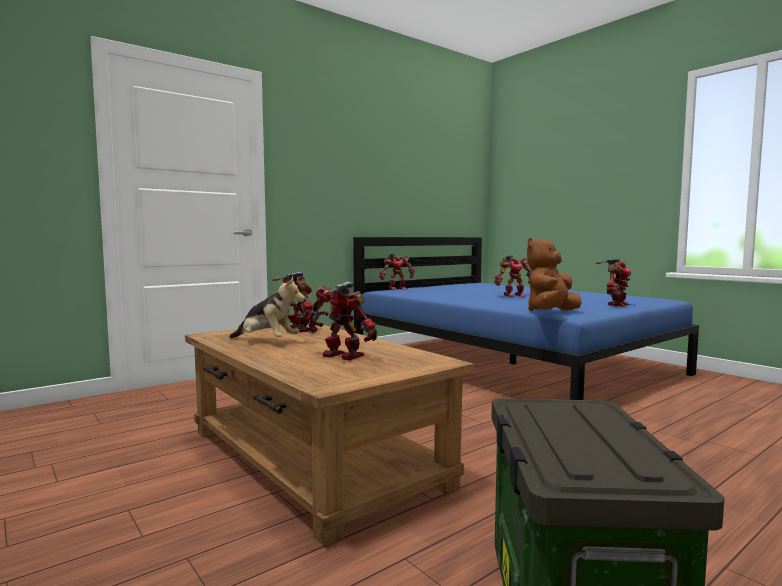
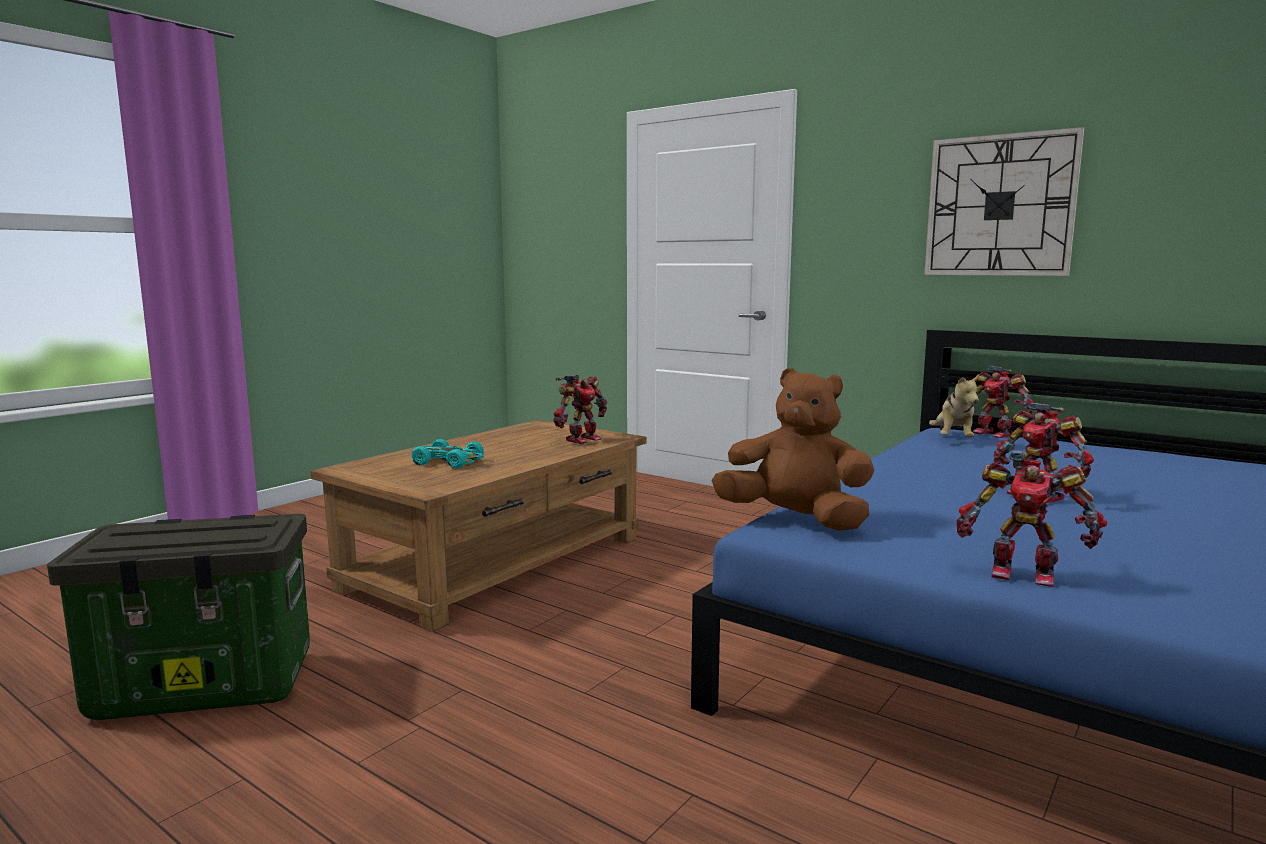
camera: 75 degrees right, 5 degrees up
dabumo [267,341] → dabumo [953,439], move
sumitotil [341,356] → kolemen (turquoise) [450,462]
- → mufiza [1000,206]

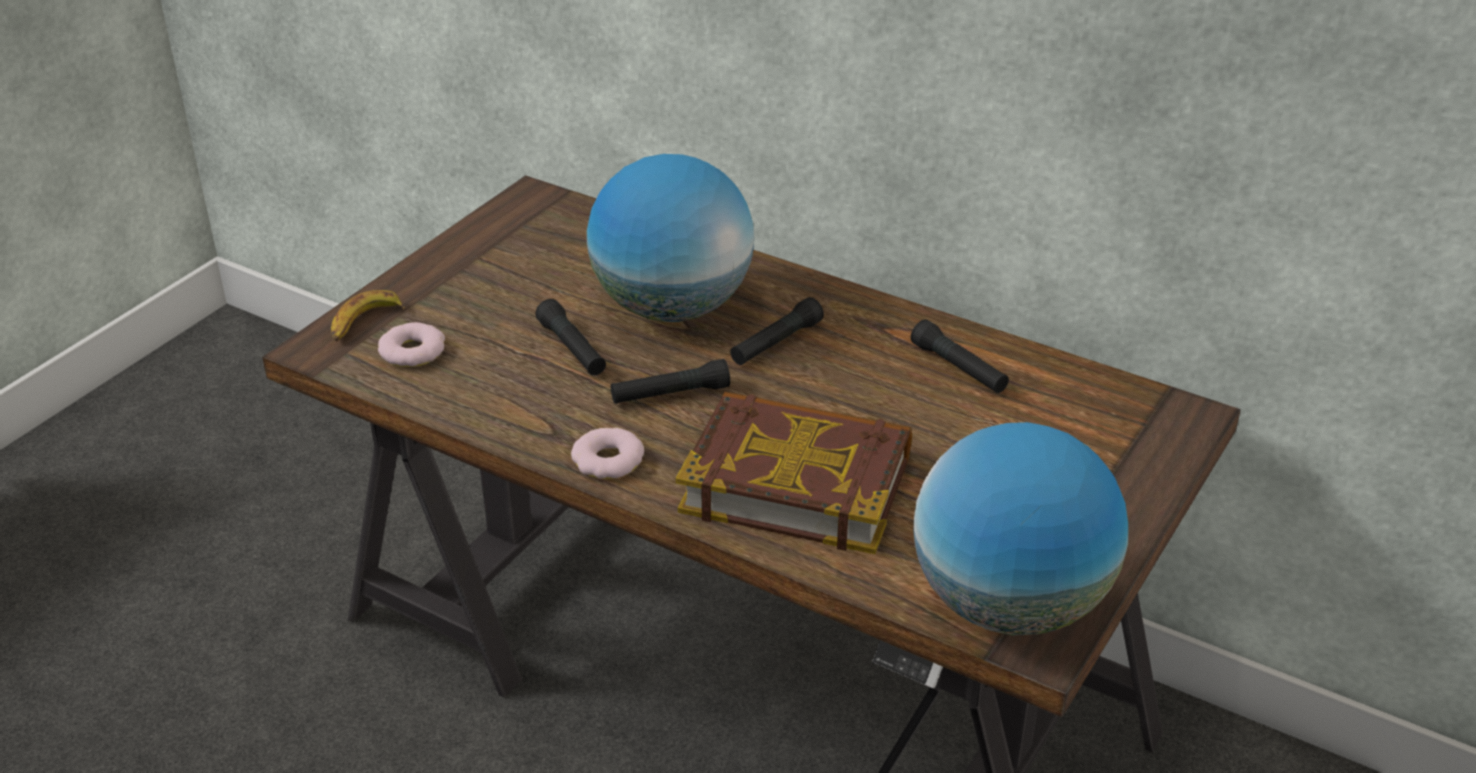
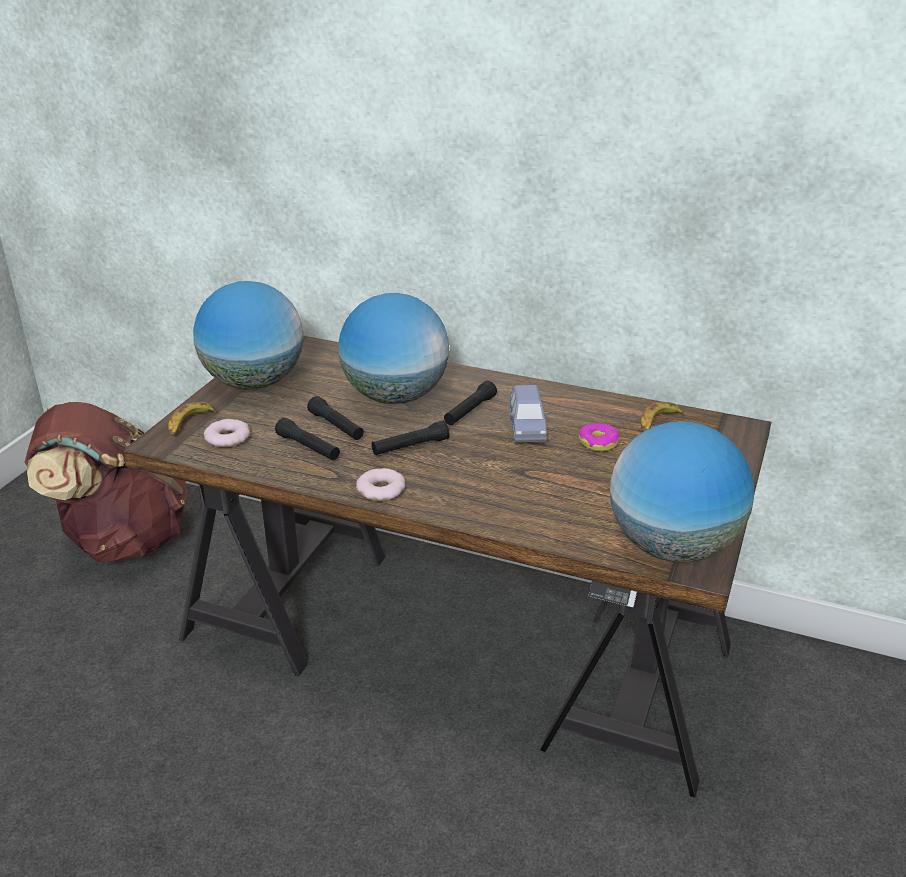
camera: 10 degrees left, 5 degrees down
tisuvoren [797,482] → -
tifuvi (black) [959,368] → tifuvi (black) [308,448], move
- → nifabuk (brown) [121,539]
- → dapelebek [254,382]
- → kolemen (blue) [526,429]
- → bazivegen [598,443]
- → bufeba [657,423]

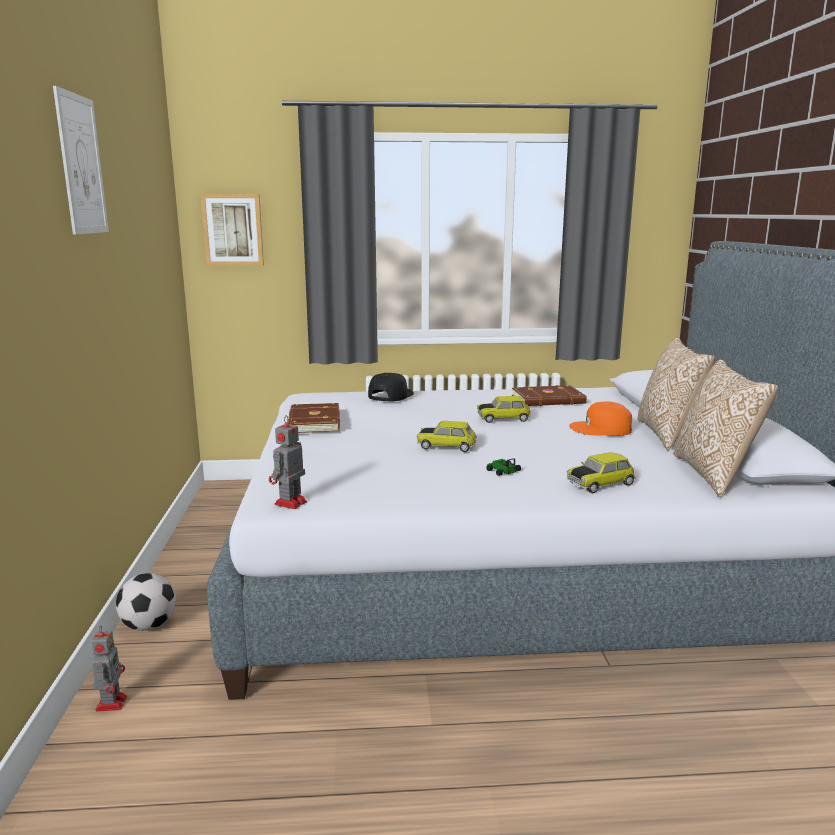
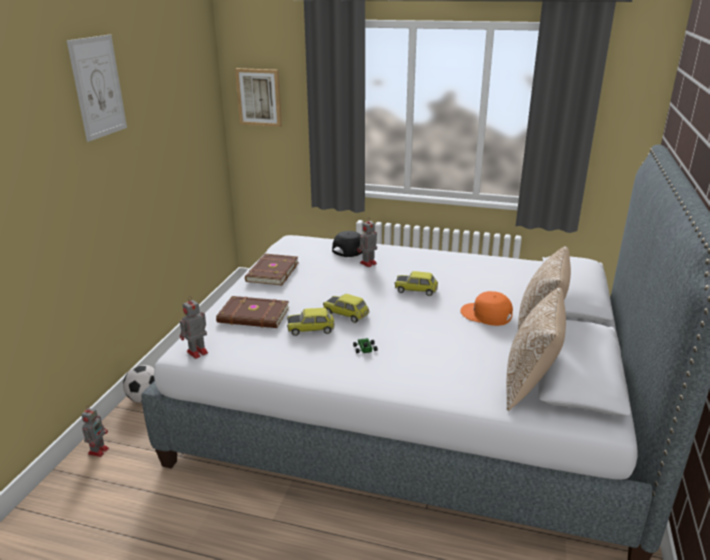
camera: 20 degrees right, 10 degrees up
tisuvoren (brown) [548,400] → tisuvoren (brown) [253,316], move
kolemen [600,483] → kolemen [311,328], move
- → sumitotil [367,263]

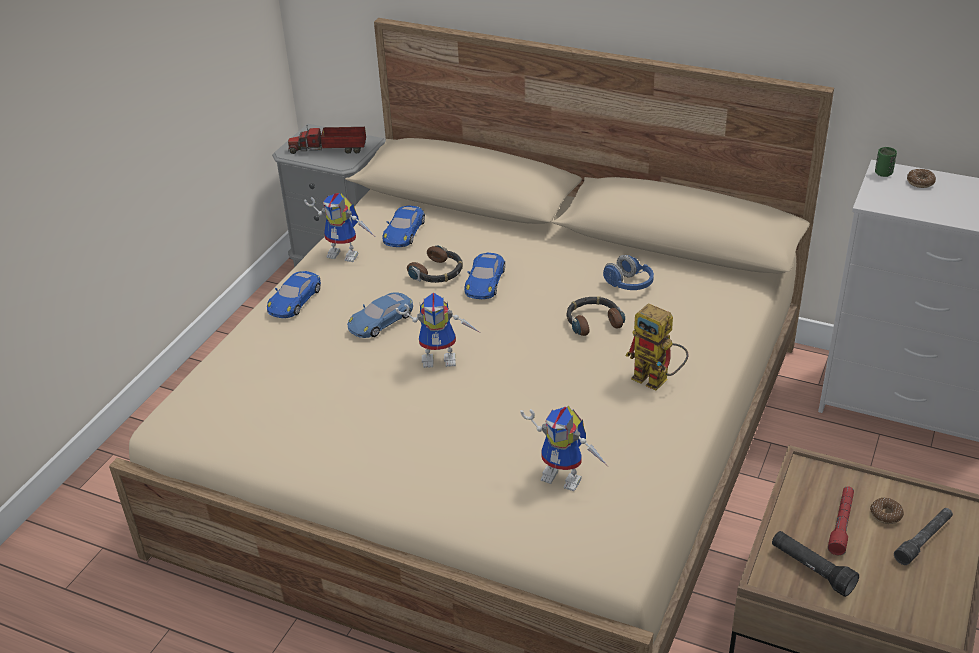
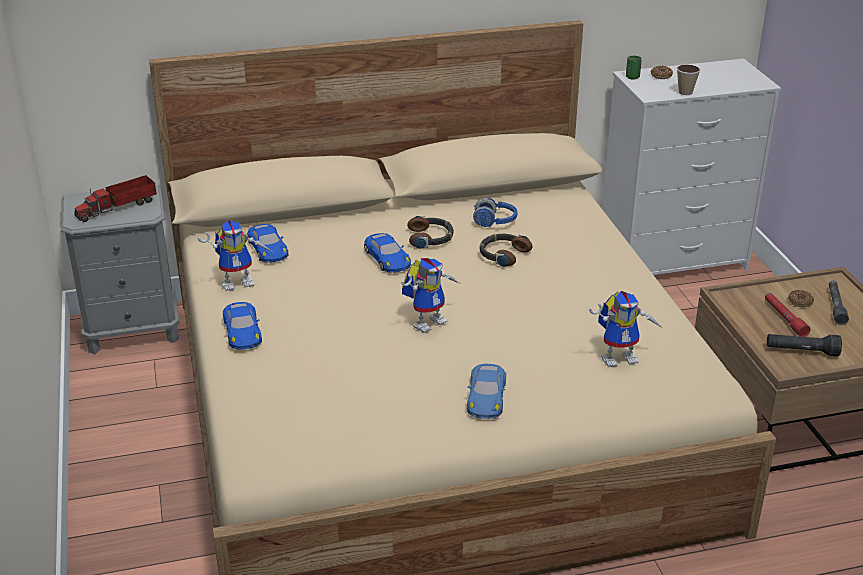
camera: 40 degrees left, 5 degrees down
kolemen (blue) [381,320] → kolemen (blue) [486,396], move
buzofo [437,272] → buzofo [430,238], move
sumitotil [657,380] → -
- → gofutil [685,92]

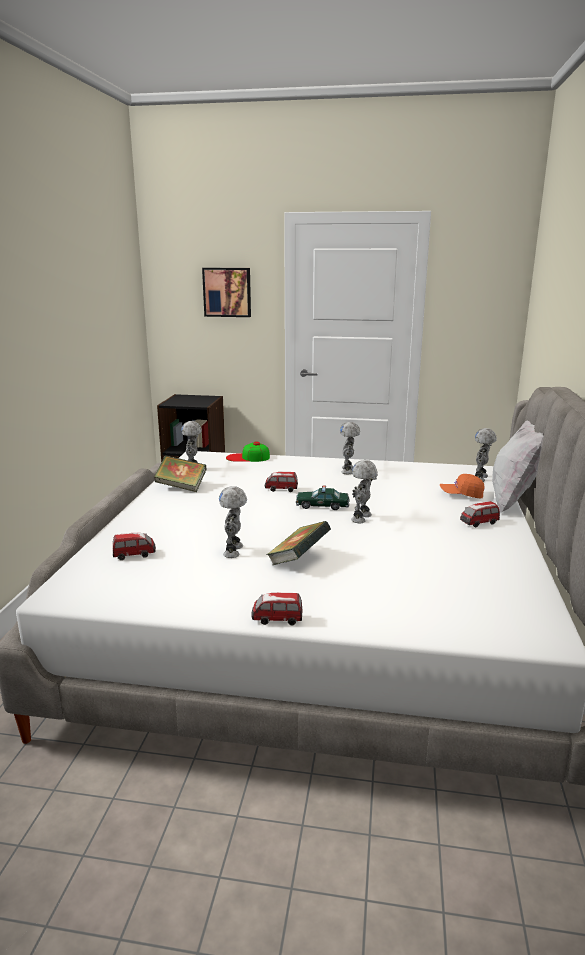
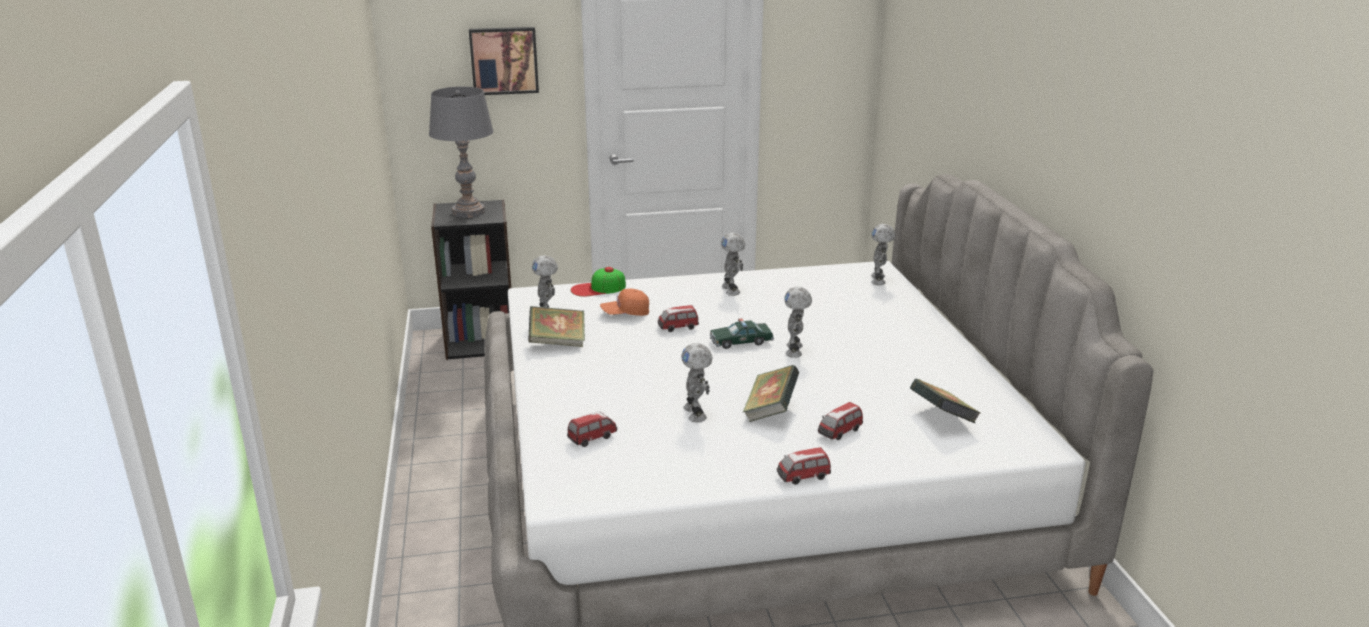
camera: 20 degrees left, 5 degrees up
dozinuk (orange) [461,495] → dozinuk (orange) [625,313], move
kolemen [479,523] → kolemen [840,432], move
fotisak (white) [512,501] → -
- → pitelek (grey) [468,212]
- → tisuvoren [942,419]

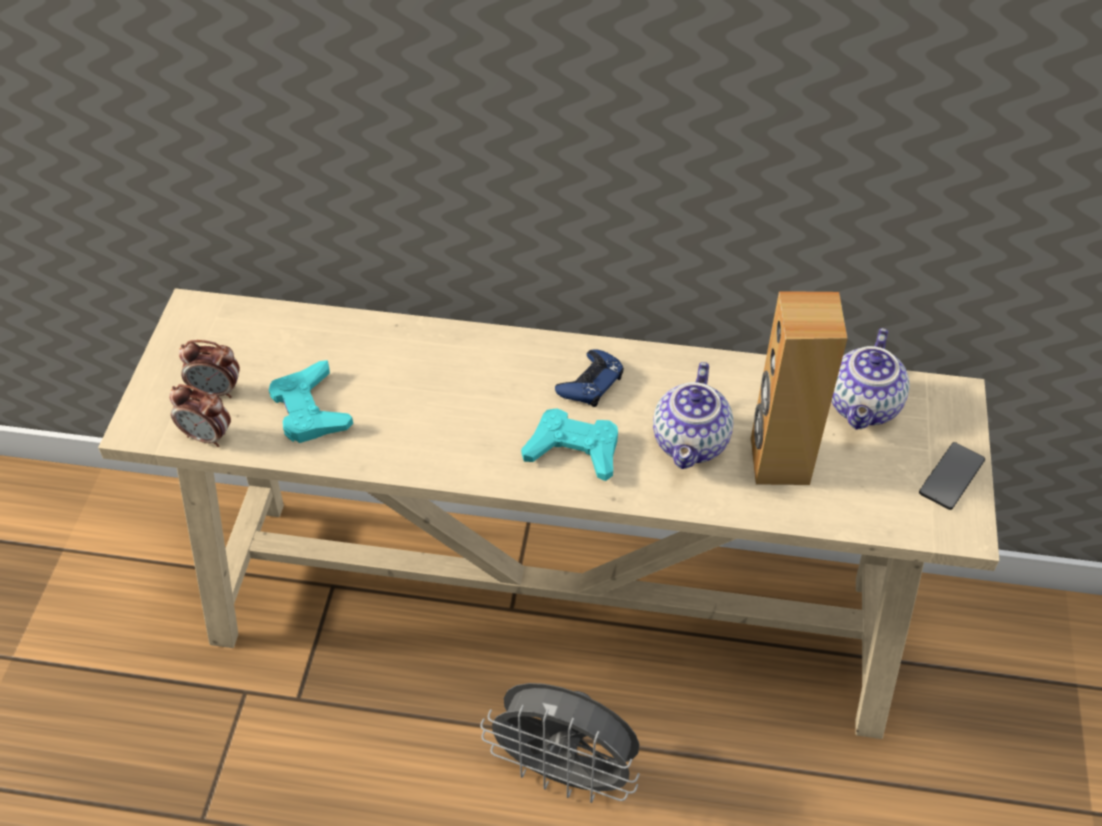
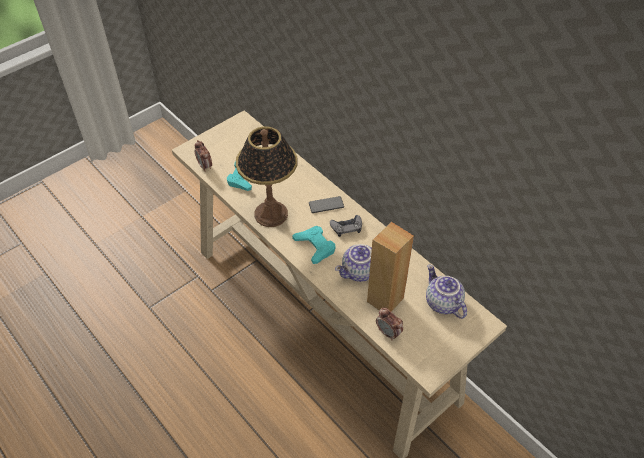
camera: 40 degrees right, 0 degrees up
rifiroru [217,391] → rifiroru [388,333], move
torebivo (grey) [565,772] → -
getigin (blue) [590,383] → getigin (grey) [346,227]
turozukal [864,407] → turozukal [442,303], 90 degrees clockwise
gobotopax [951,477] → gobotopax [326,205], move
- → pitelek [271,214]

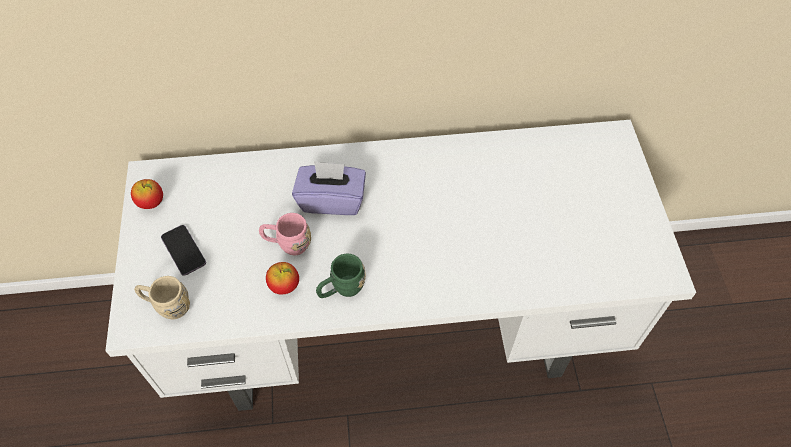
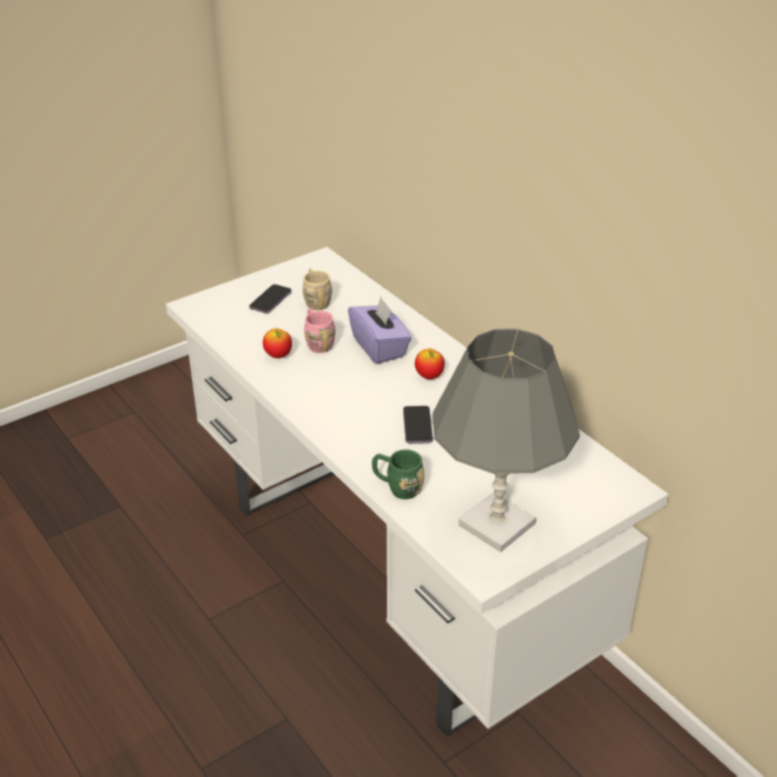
camera: 60 degrees right, 20 degrees down
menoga [151,203] → menoga [429,376], move
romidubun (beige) [167,306] → romidubun (beige) [316,301], move
romidubun (green) [341,289] → romidubun (green) [397,487], move
- → gobotopax [417,426]
- → pitelek (grey) [497,524]

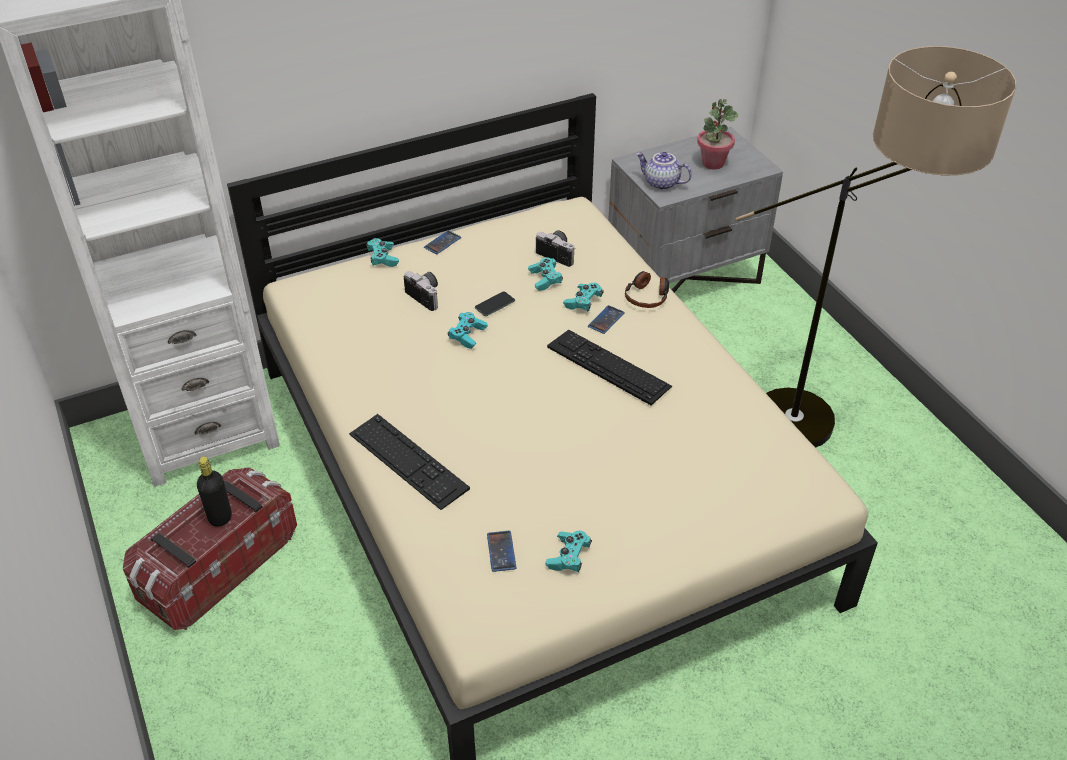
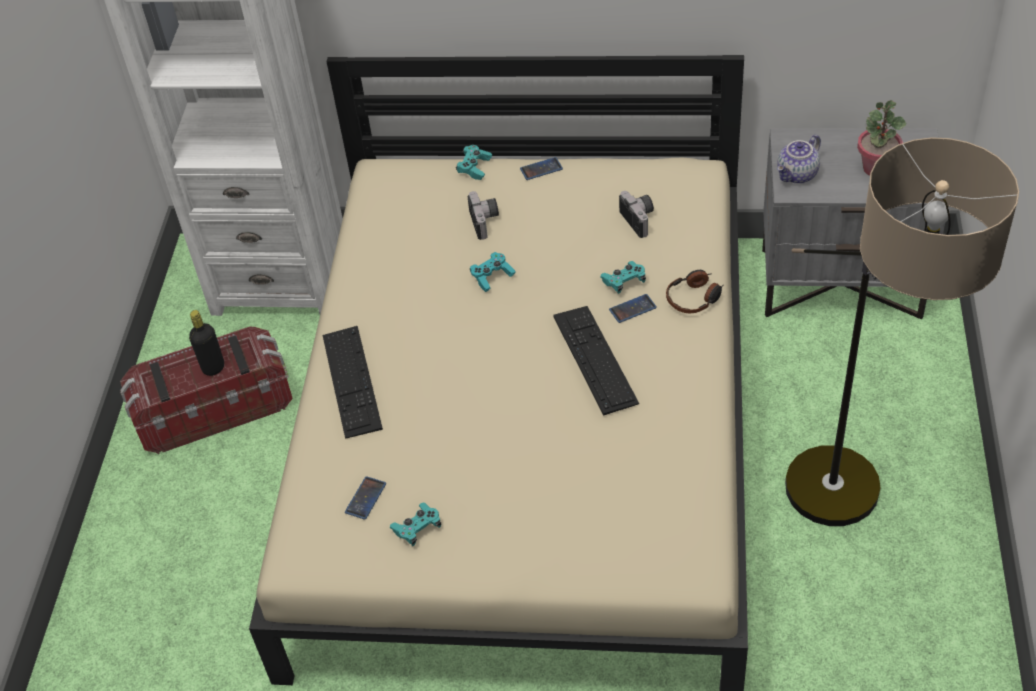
camera: 35 degrees right, 5 degrees up
gobotopax [495,304] → -
getigin (turquoise) [545,279] → -
turozukal [661,183] → turozukal [798,175], 105 degrees counterclockwise

